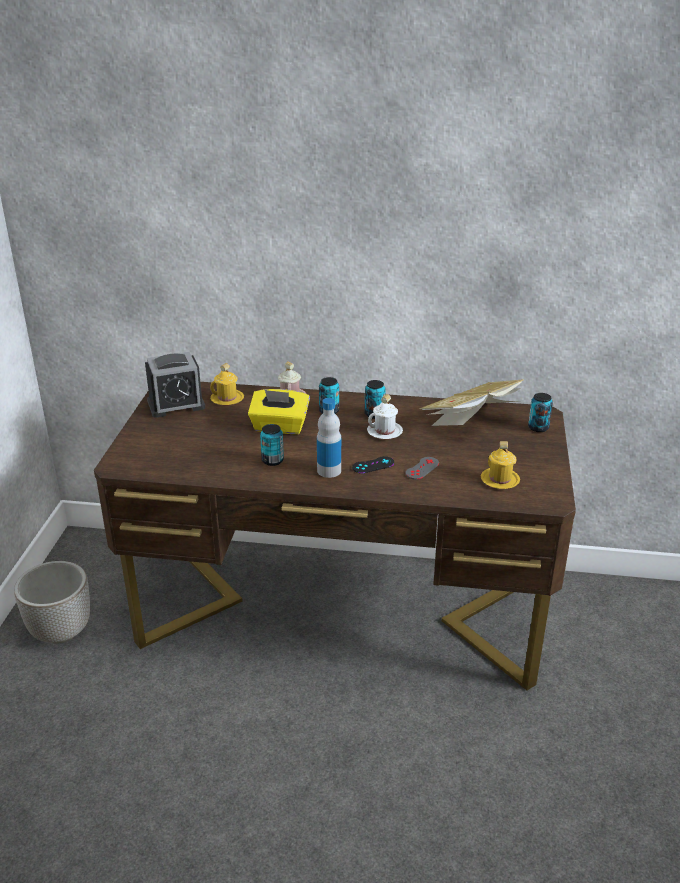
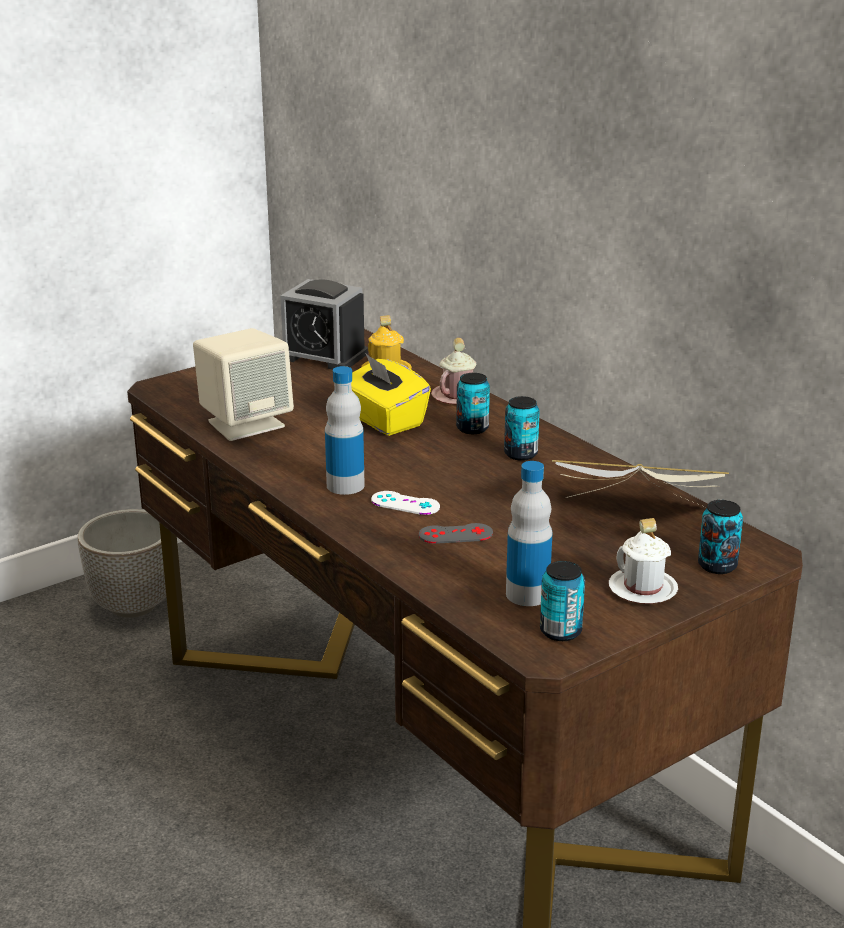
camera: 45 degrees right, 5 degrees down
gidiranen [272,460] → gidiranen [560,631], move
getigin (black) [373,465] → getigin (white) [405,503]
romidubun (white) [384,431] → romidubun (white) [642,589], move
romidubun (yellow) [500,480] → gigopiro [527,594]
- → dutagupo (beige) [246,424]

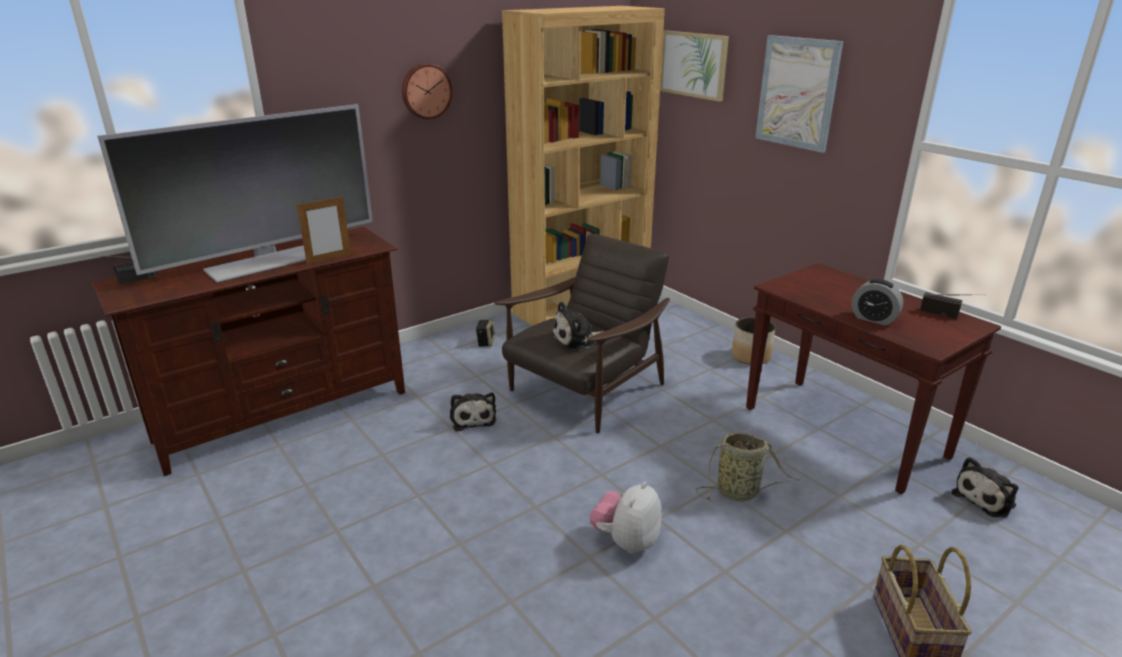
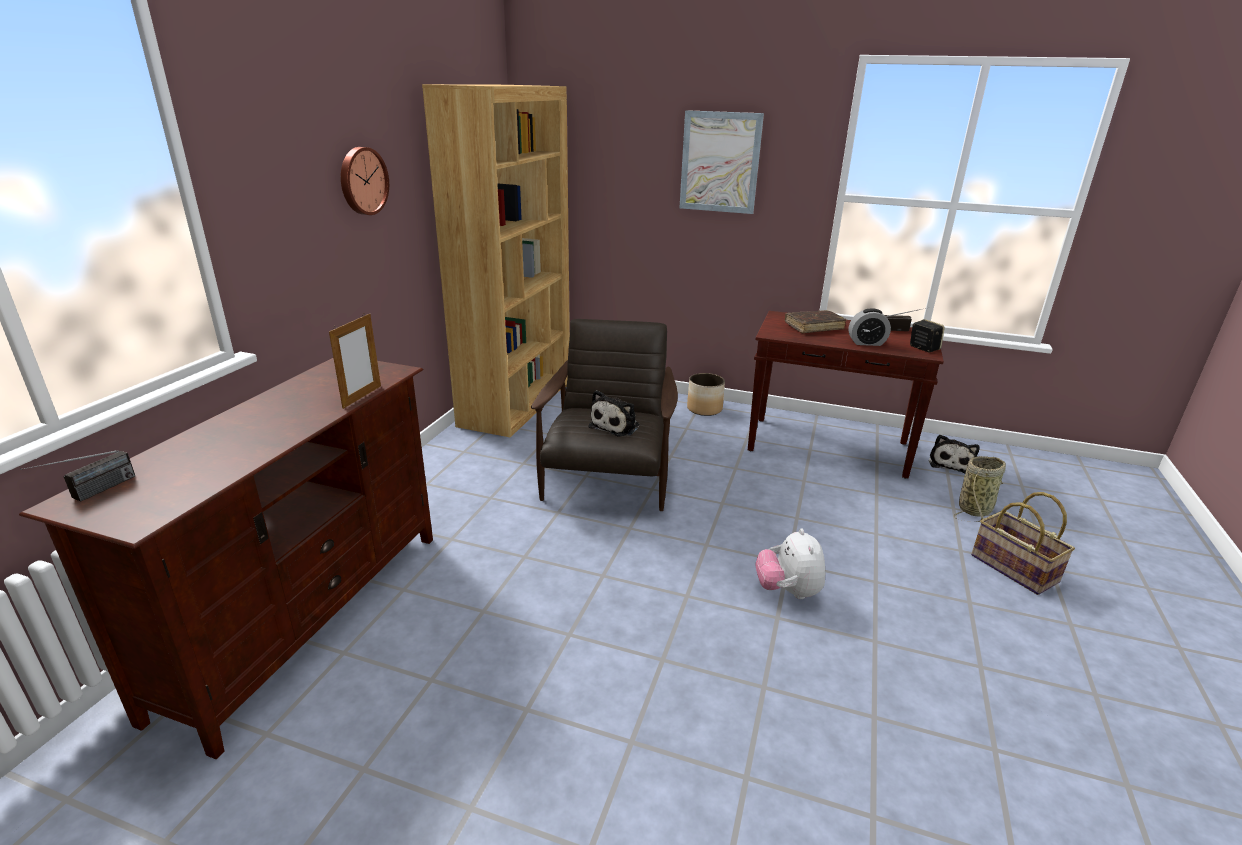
camera: 35 degrees left, 0 degrees up
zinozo [275,260] → -
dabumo [472,418] → -
dutagupo [485,342] → dutagupo [923,348], move
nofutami [694,64] → -
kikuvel [740,492] → kikuvel [975,509], move
- → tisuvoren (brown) [813,327]

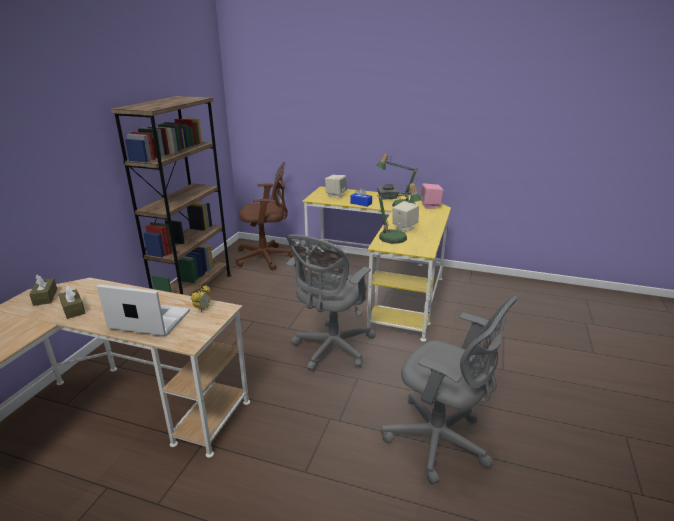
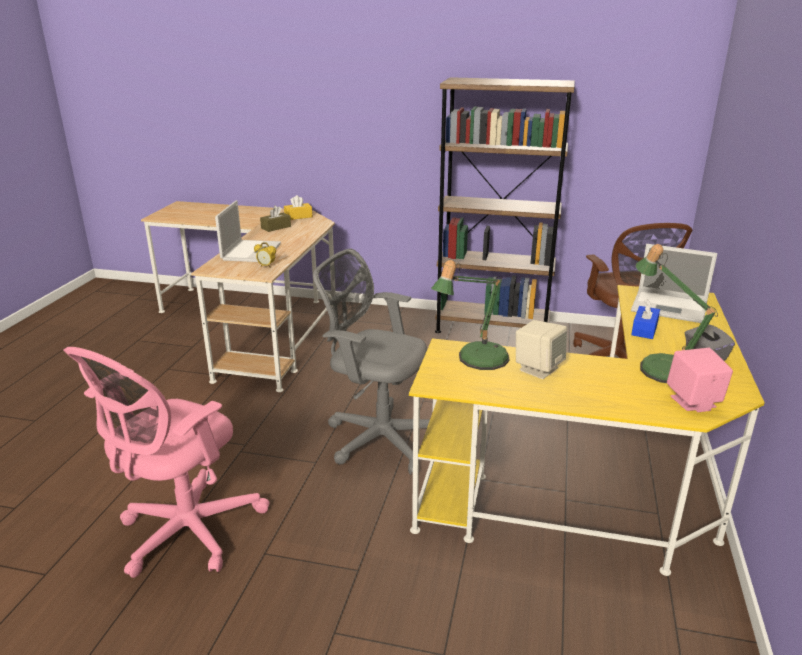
camera: 85 degrees right, 0 degrees up
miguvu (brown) [45,297] → miguvu (yellow) [298,217]
dutagupo (beige) [335,195] → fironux [671,307]
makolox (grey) [440,442] → makolox (pink) [185,534]

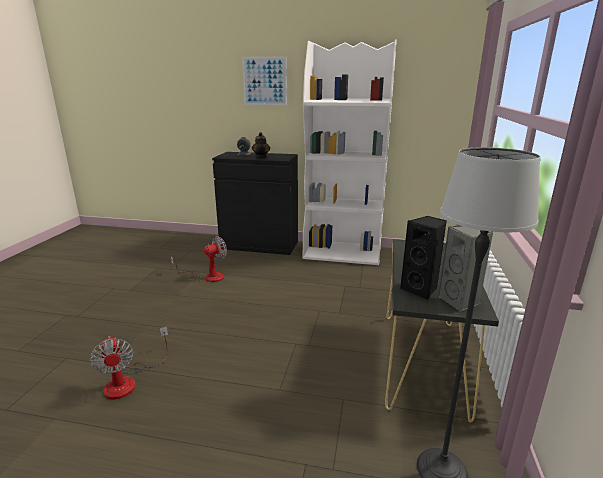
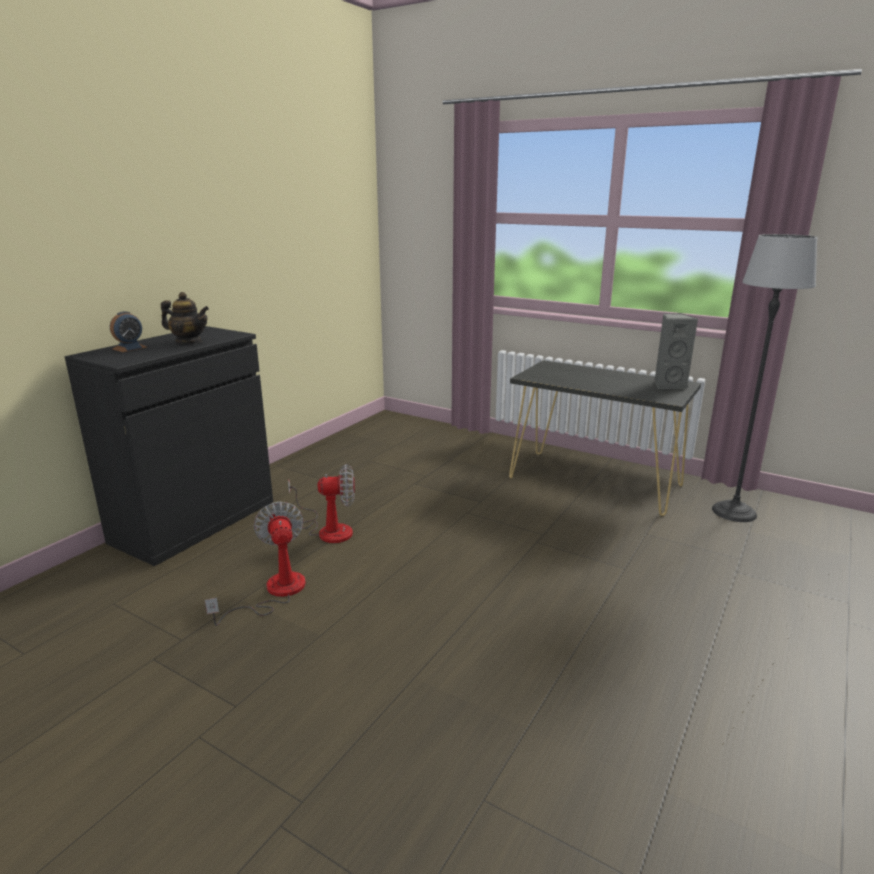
camera: 70 degrees left, 0 degrees up
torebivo [129,381] → torebivo [328,529], move
nofutami [264,81] → -
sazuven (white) [343,253] → -
dutagupo (black) [421,290] → -

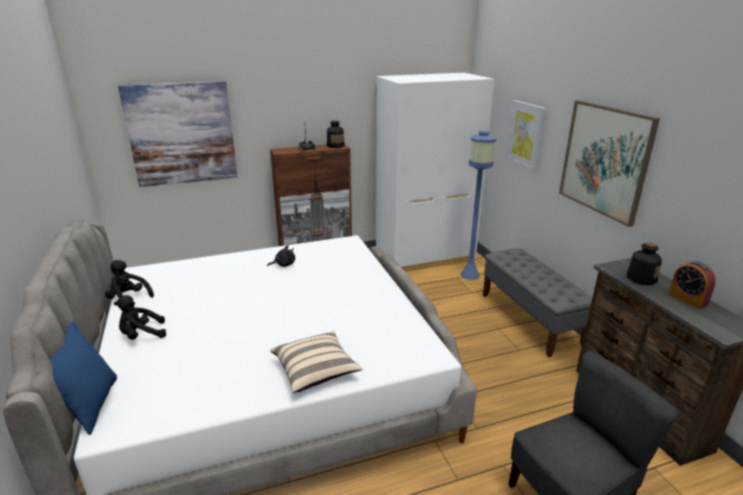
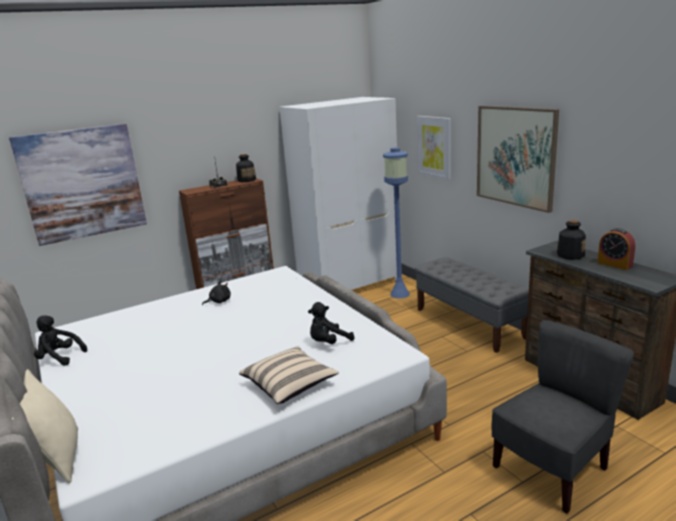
camera: 10 degrees left, 5 degrees down
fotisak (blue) [91,405] → fotisak (beige) [59,458]
dabumo (black) [142,335] → dabumo (black) [328,343], move

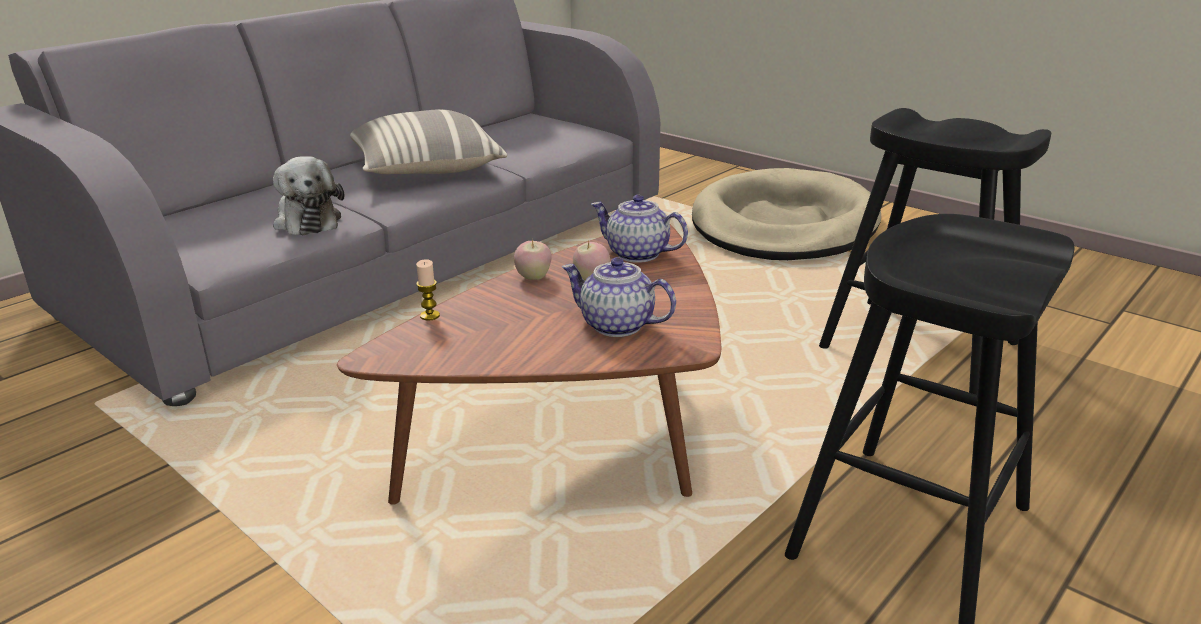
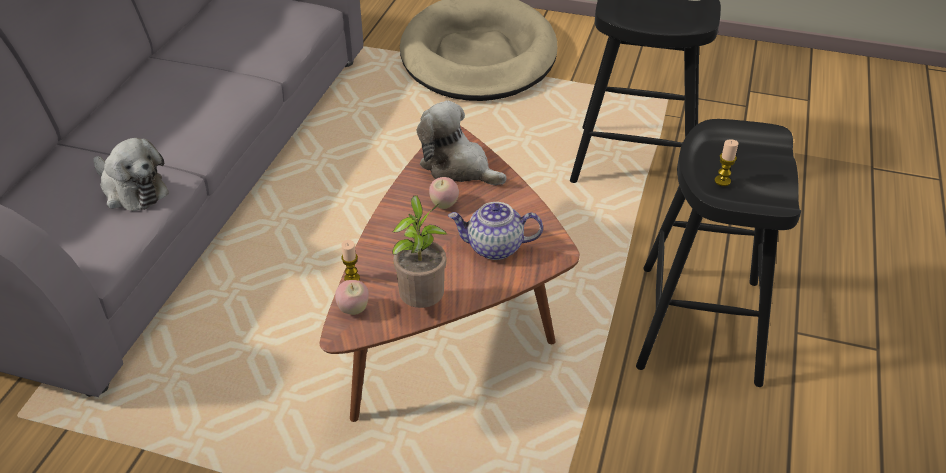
camera: 25 degrees left, 15 degrees up
fotisak [425,169] → -
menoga [533,277] → menoga [353,309], move
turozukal [636,254] → dabumo [458,167]
- → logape [422,303]
- → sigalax [722,181]

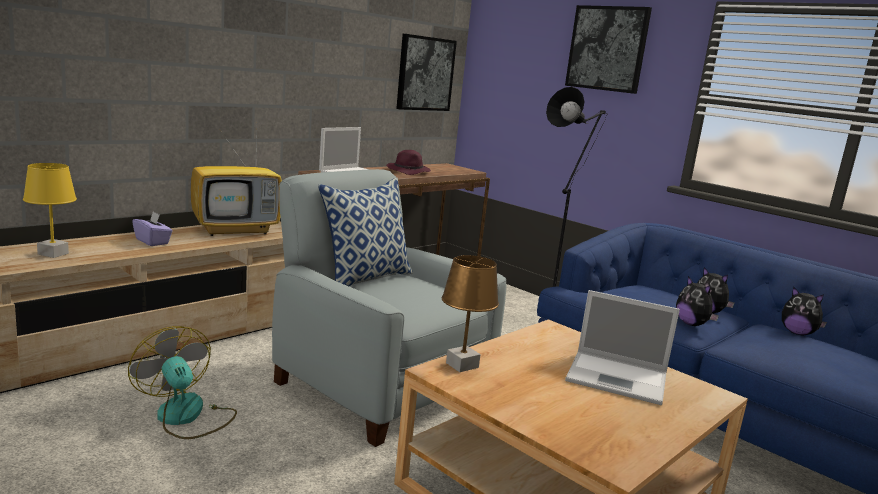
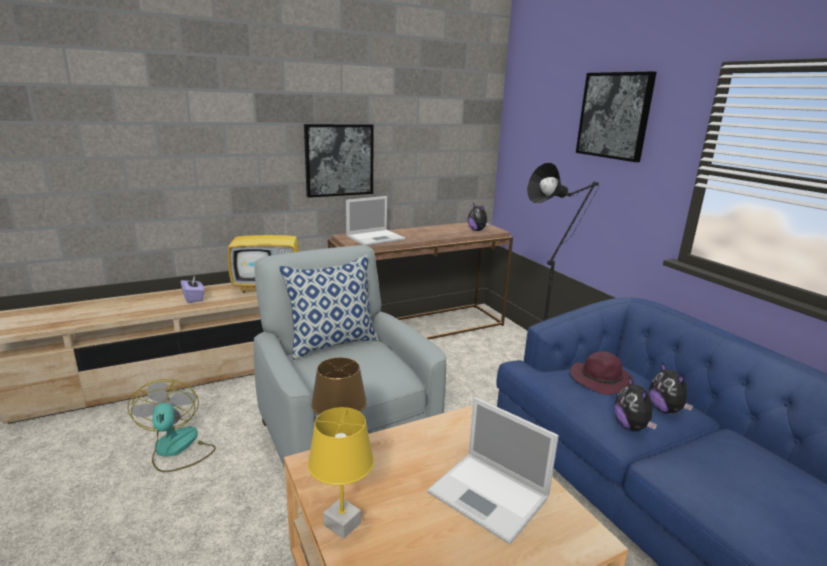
camera: 20 degrees right, 5 degrees up
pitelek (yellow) [53,254] → pitelek (yellow) [343,524], move
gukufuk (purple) [409,171] → gukufuk (purple) [602,380], move
nofutami [425,73] → nofutami [339,160], move
dabumo [797,333] → dabumo [477,230], move

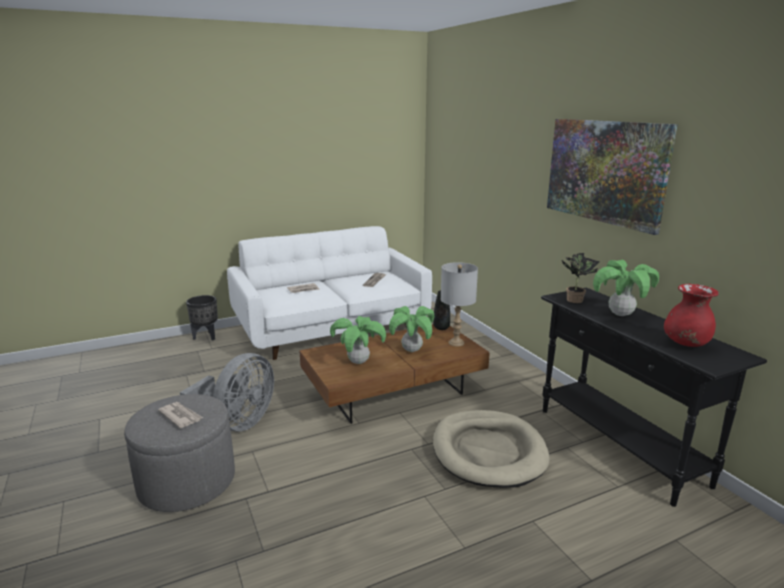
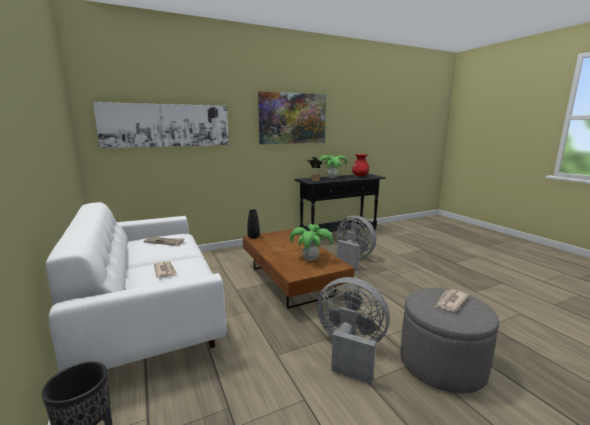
camera: 90 degrees left, 5 degrees down
logape [412,350] → -
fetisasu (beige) [488,452] → torebivo (grey) [353,258]
pitelek (grey) [456,343] → -
- → nofutami [167,125]

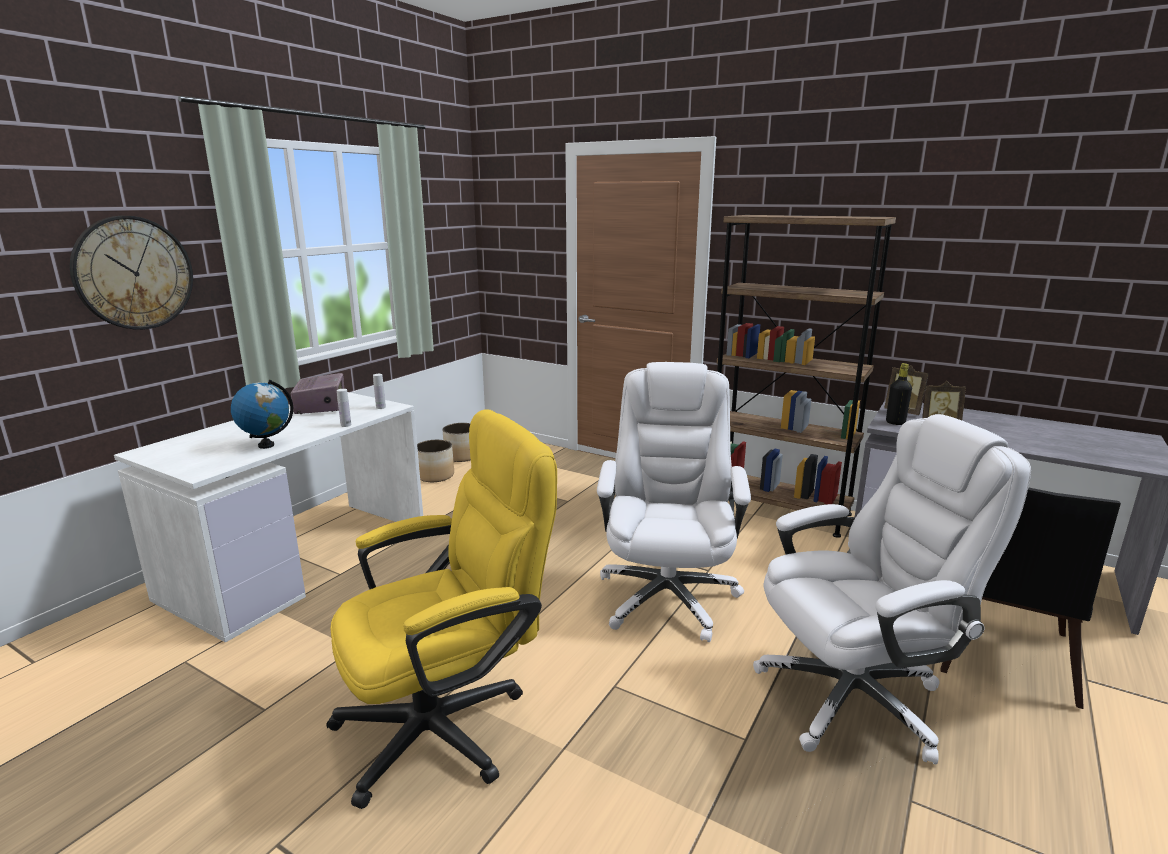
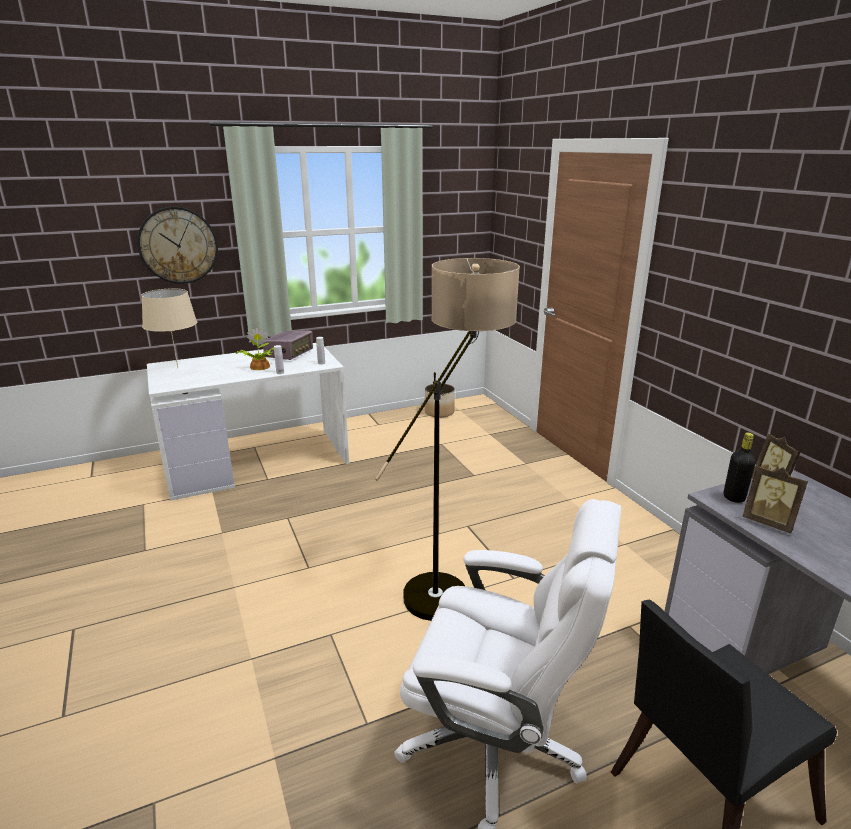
camera: 35 degrees right, 5 degrees up
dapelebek [266,445] → -
makolox (yellow) [449,723] → -
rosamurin [435,475] → -
makolox (white) [667,596] → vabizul [452,585]
sazuven (brown) [778,509] → -
- → pitelek (beige) [178,368]
- → logape [259,367]

